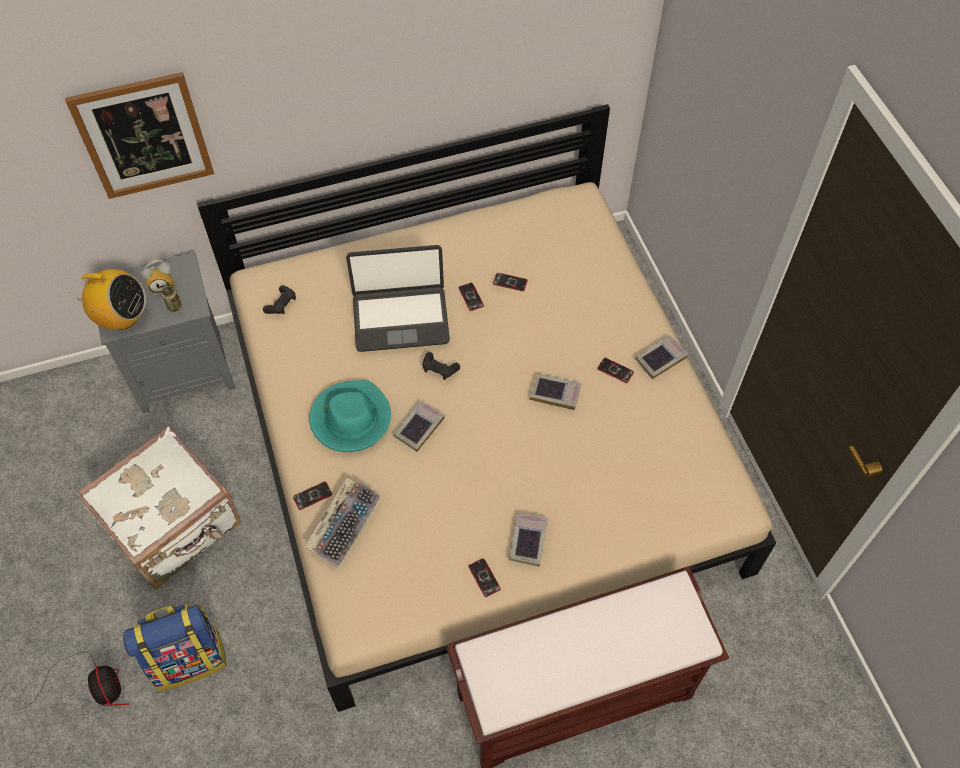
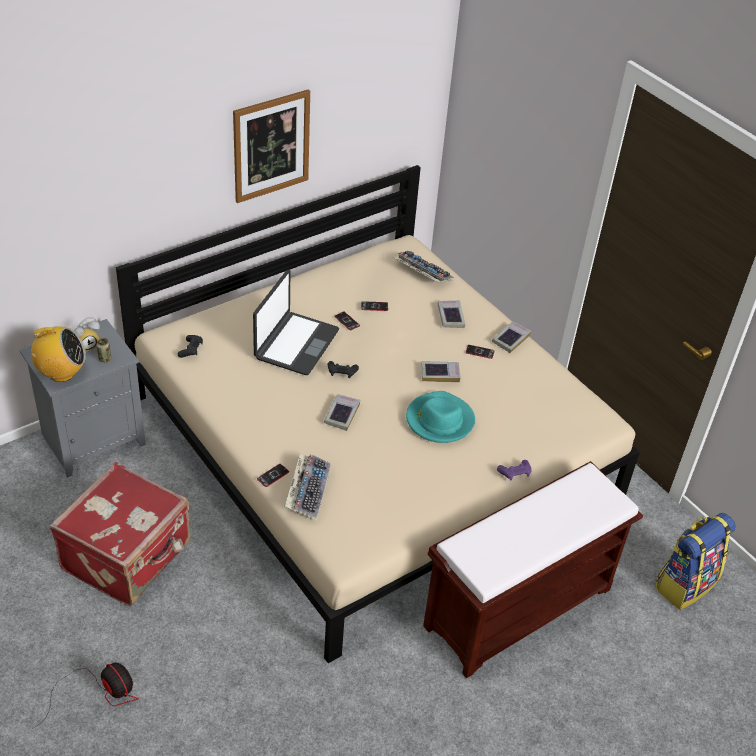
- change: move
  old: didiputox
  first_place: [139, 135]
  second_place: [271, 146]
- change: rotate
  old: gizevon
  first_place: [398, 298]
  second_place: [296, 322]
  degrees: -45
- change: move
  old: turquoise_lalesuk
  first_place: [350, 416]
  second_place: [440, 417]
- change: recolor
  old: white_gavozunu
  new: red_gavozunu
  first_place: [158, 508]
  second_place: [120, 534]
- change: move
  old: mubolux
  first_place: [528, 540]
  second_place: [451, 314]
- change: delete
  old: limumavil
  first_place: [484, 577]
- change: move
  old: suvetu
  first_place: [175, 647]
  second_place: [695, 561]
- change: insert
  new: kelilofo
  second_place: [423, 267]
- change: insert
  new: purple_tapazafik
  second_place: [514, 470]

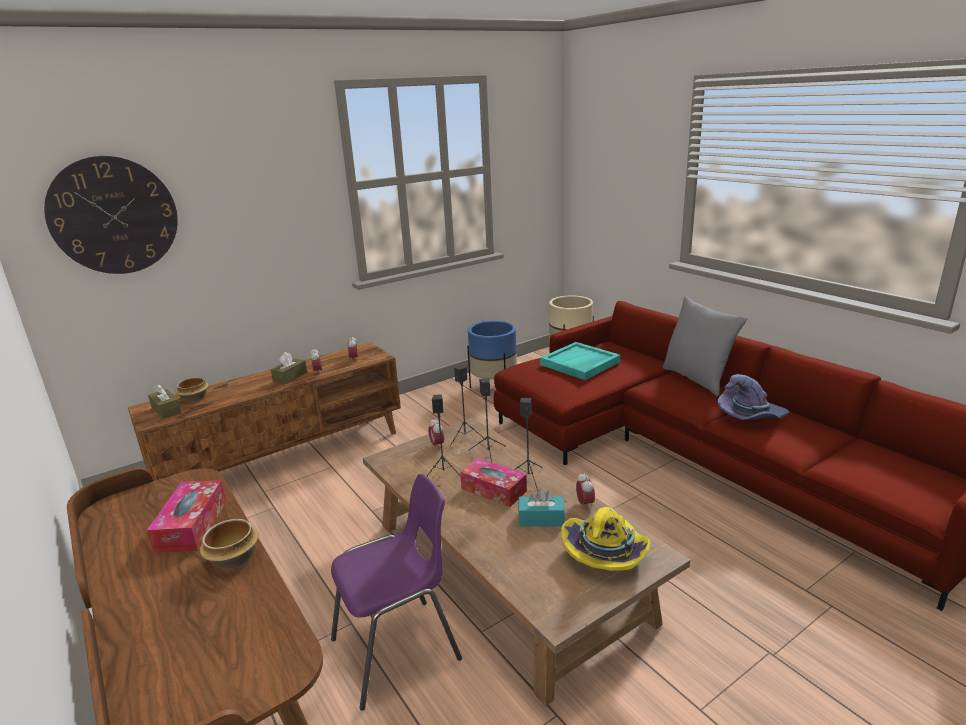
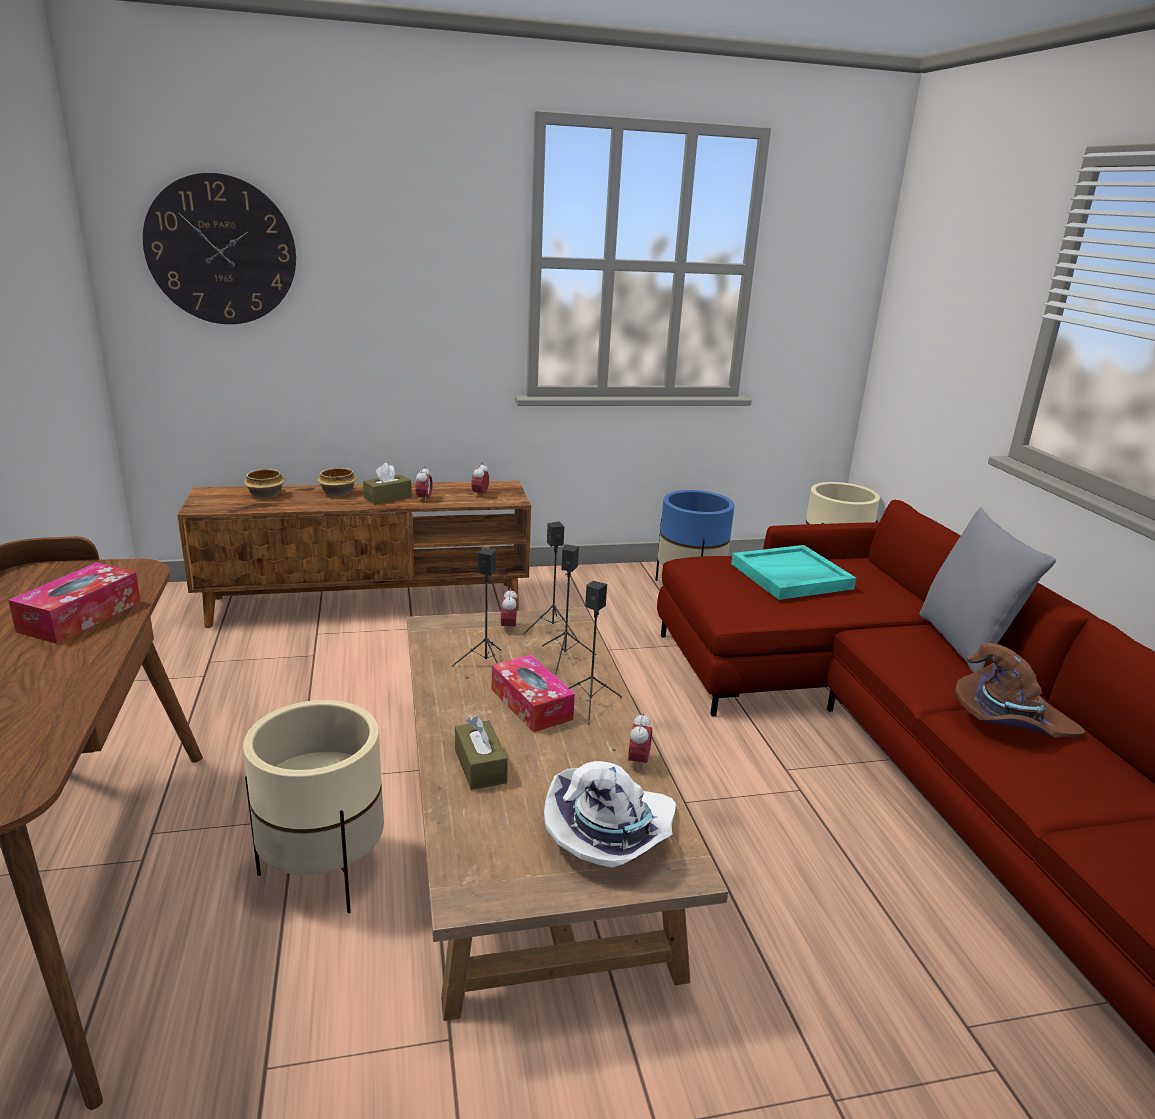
- change: recolor
  old: purple_lalesuk
  new: brown_lalesuk
  first_place: [753, 397]
  second_place: [1020, 690]
- change: move
  old: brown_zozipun
  first_place: [165, 401]
  second_place: [481, 753]
- change: replace
  old: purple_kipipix
  new: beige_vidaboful
  first_place: [396, 592]
  second_place: [313, 807]
- change: delete
  old: turquoise_zozipun
  first_place: [541, 507]
- change: recolor
  old: yellow_lalesuk
  new: white_lalesuk
  first_place: [605, 539]
  second_place: [610, 814]
- change: move
  old: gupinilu
  first_place: [229, 544]
  second_place: [337, 482]

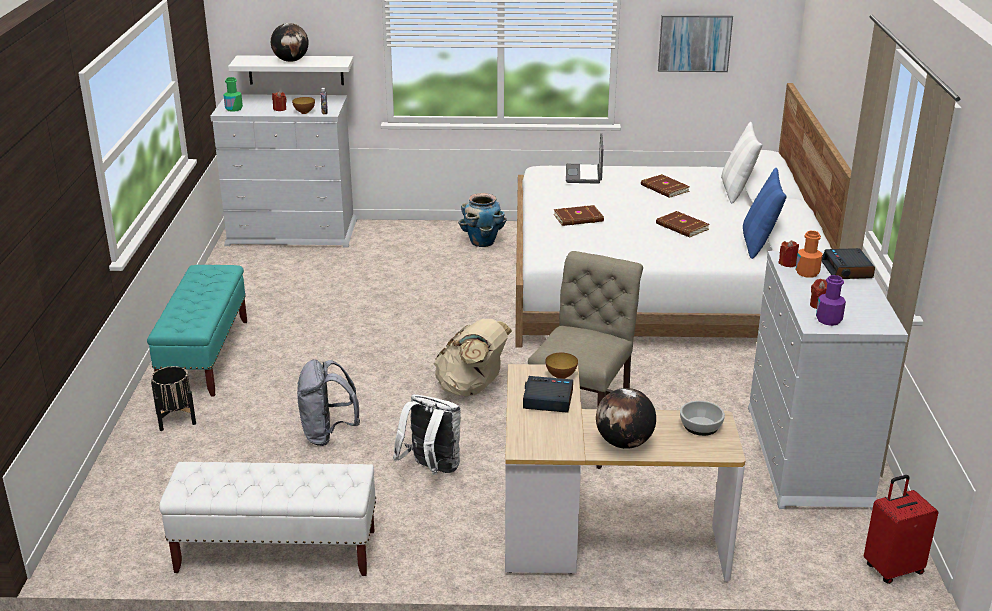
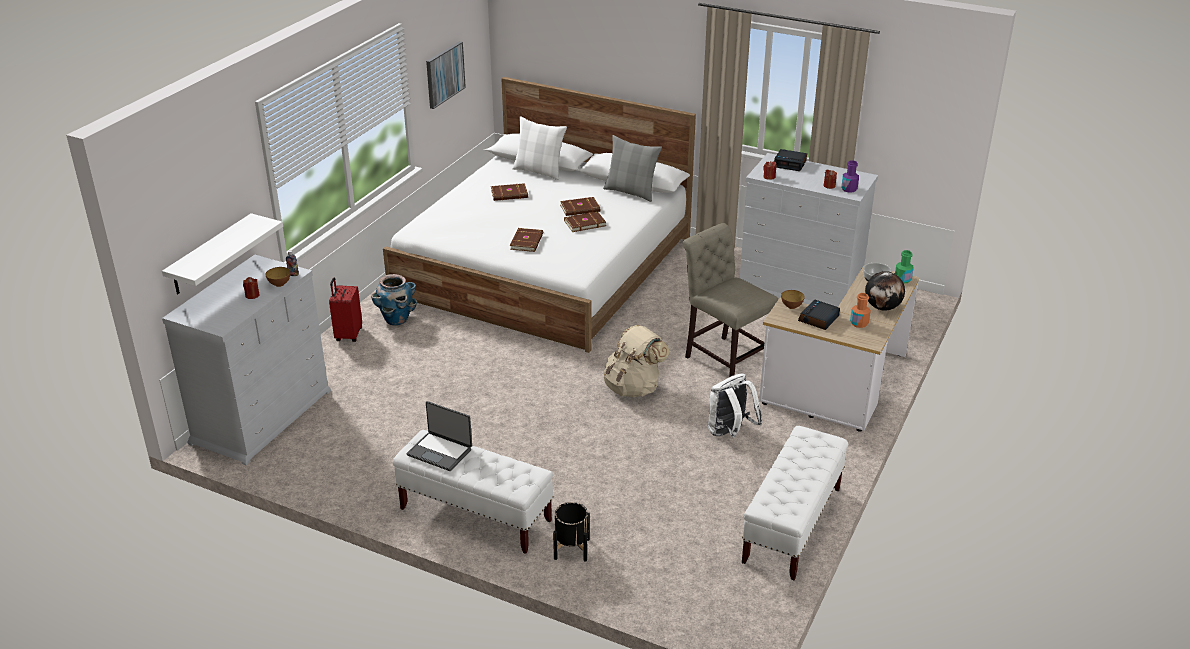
- change: delete
  old: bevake
  first_place: [290, 42]
- change: move
  old: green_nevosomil
  first_place: [233, 94]
  second_place: [904, 266]
- change: move
  old: gizevon
  first_place: [584, 158]
  second_place: [439, 436]
- change: recolor
  old: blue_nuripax
  new: grey_nuripax
  first_place: [765, 213]
  second_place: [632, 168]
- change: move
  old: orange_nevosomil
  first_place: [809, 254]
  second_place: [860, 310]
- change: recolor
  old: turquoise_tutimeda
  new: white_tutimeda
  first_place: [197, 331]
  second_place: [473, 492]
- change: delete
  old: grey_suvetu
  first_place: [328, 402]
- change: move
  old: red_gavozunu
  first_place: [901, 529]
  second_place: [345, 310]
- change: insert
  new: brown_mubolux
  second_place: [585, 221]

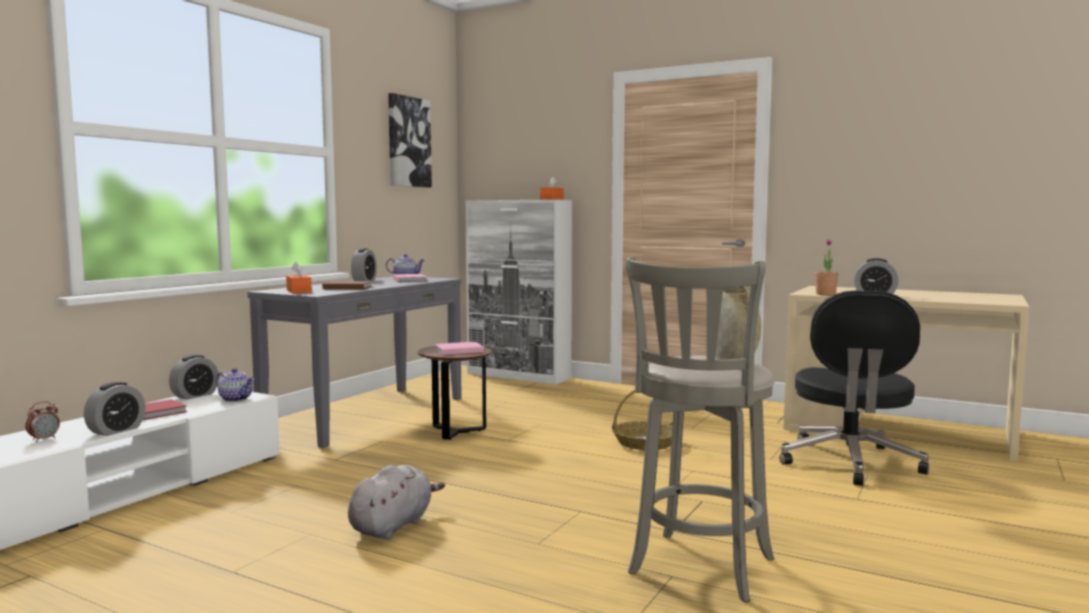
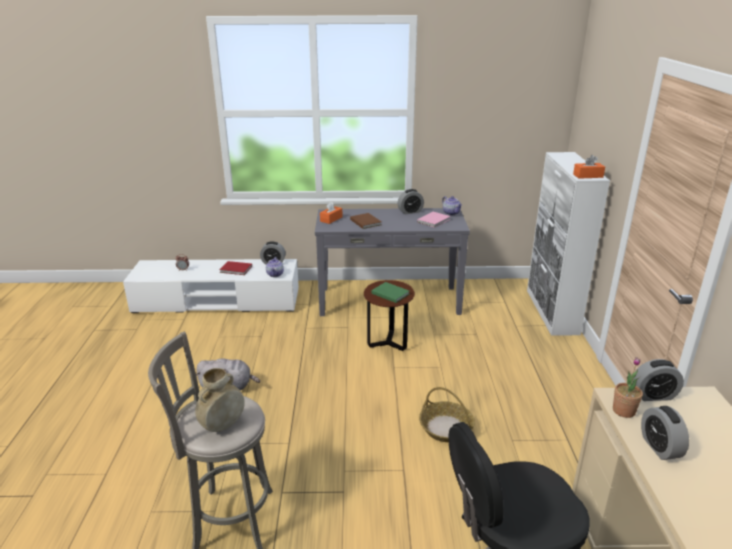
- change: delete
  old: didiputox
  first_place: [410, 140]
- change: recolor
  old: pink_mubolux
  new: green_mubolux
  first_place: [459, 348]
  second_place: [390, 292]
- change: move
  old: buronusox
  first_place: [115, 409]
  second_place: [658, 380]

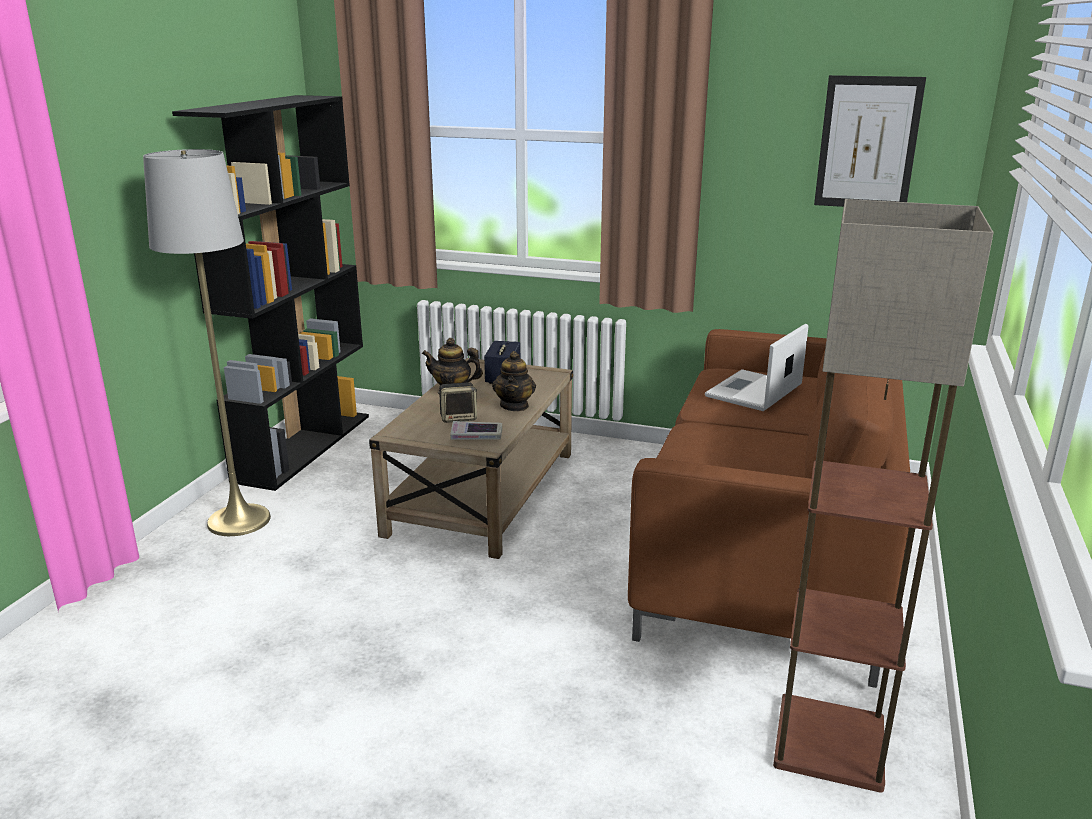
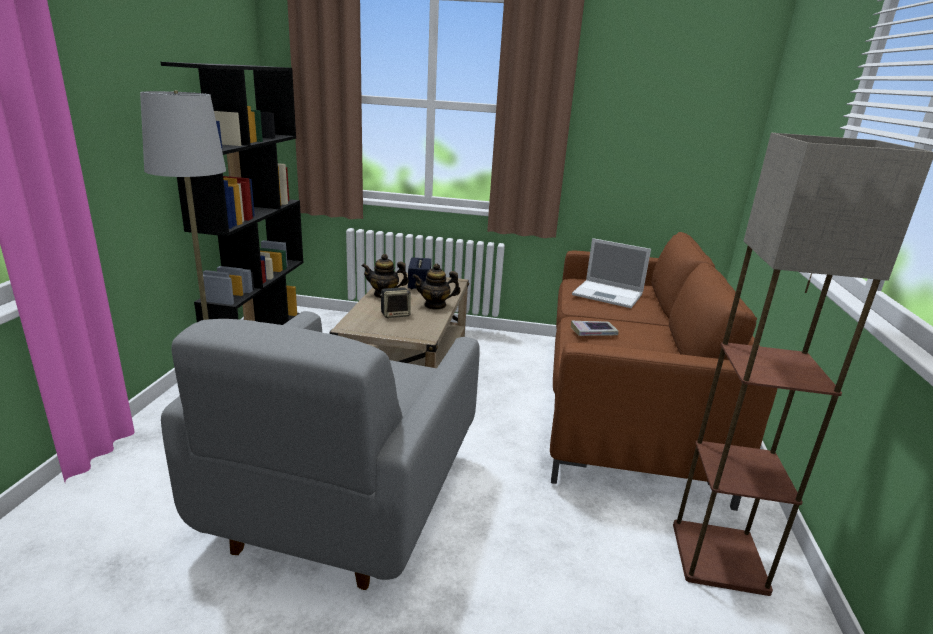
- change: delete
  old: didiputox
  first_place: [870, 141]
- change: rotate
  old: gizevon
  first_place: [757, 367]
  second_place: [611, 273]
  degrees: -90
- change: rotate
  old: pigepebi
  first_place: [514, 381]
  second_place: [436, 287]
  degrees: 90
- change: move
  old: mubolux
  first_place: [476, 430]
  second_place: [595, 328]
- change: insert
  new: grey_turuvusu
  second_place: [320, 450]

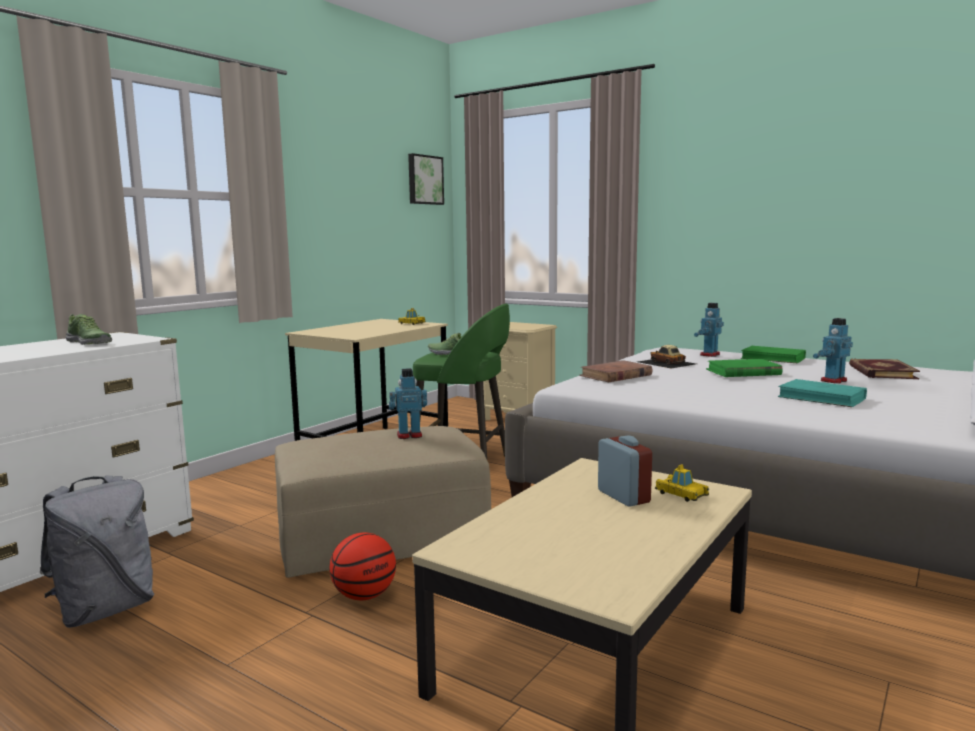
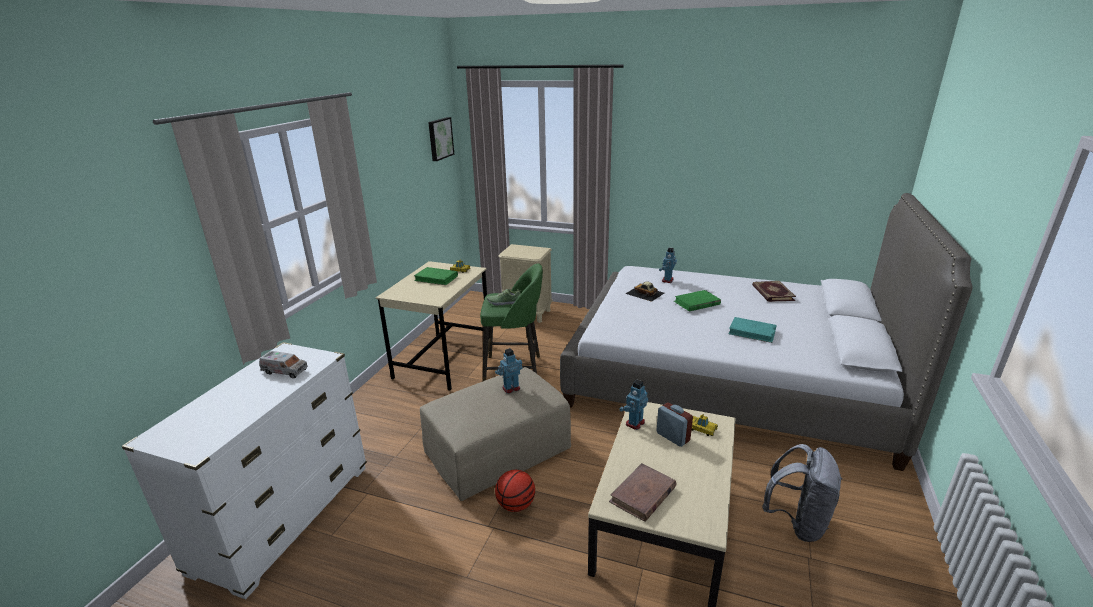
- change: replace
  old: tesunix
  new: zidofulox
  first_place: [88, 329]
  second_place: [283, 364]
- change: move
  old: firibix
  first_place: [833, 351]
  second_place: [633, 405]
- change: move
  old: green_mubolux
  first_place: [773, 354]
  second_place: [436, 276]
- change: move
  old: brown_mubolux
  first_place: [615, 371]
  second_place: [643, 492]
- change: move
  old: grey_suvetu
  first_place: [97, 551]
  second_place: [802, 493]

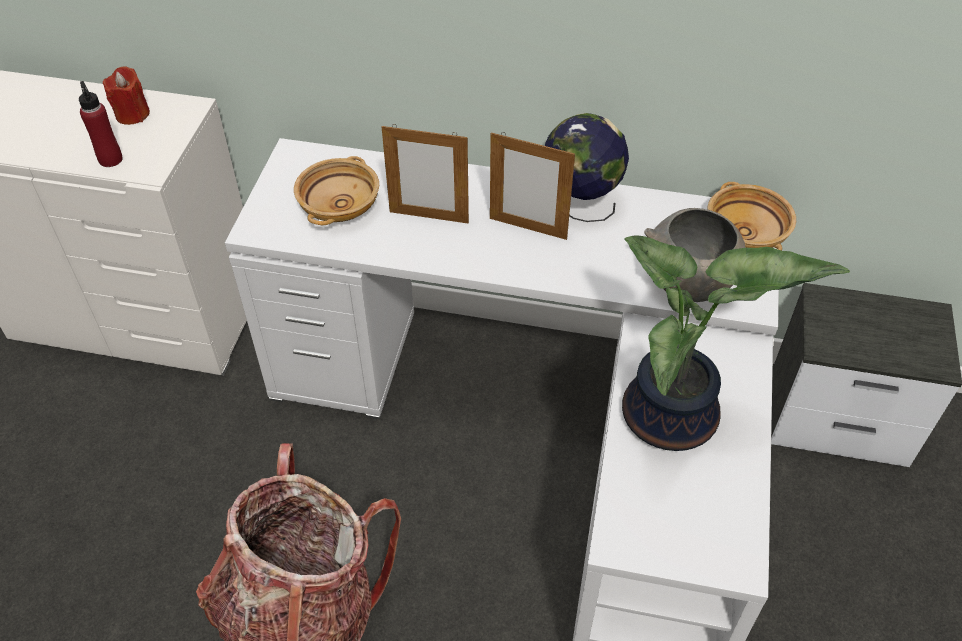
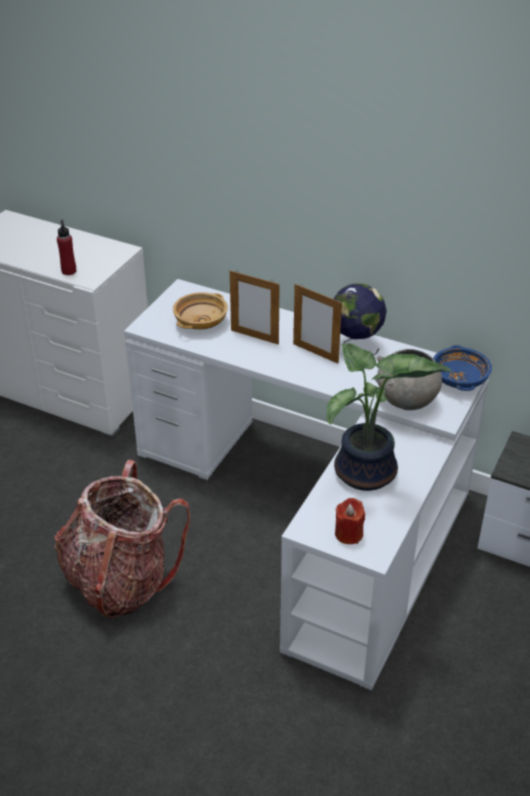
- change: move
  old: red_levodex
  first_place: [126, 95]
  second_place: [350, 521]
- change: recolor
  old: beige_gupinilu
  new: blue_gupinilu
  first_place: [751, 216]
  second_place: [462, 368]

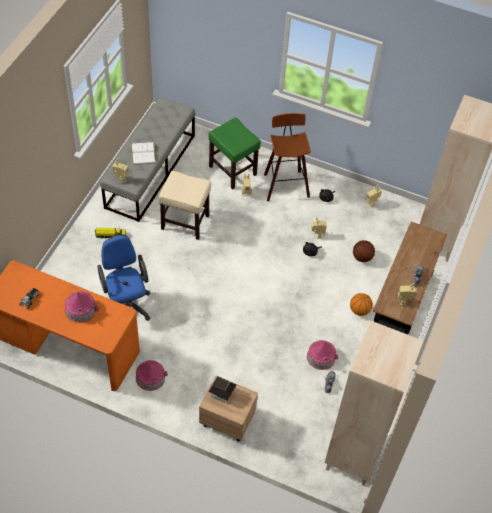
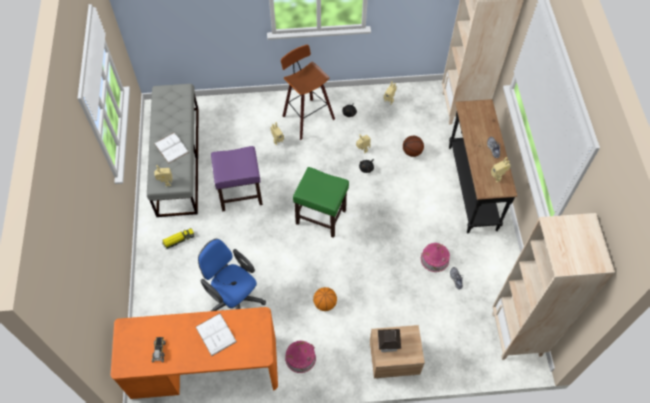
- change: move
  old: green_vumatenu
  first_place: [234, 153]
  second_place: [321, 202]
- change: recolor
  old: beige_vumatenu
  new: purple_vumatenu
  first_place: [185, 205]
  second_place: [237, 178]
- change: replace
  old: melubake
  new: white_mubolux
  first_place: [82, 307]
  second_place: [216, 334]
- change: move
  old: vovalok
  first_place: [361, 304]
  second_place: [325, 299]

